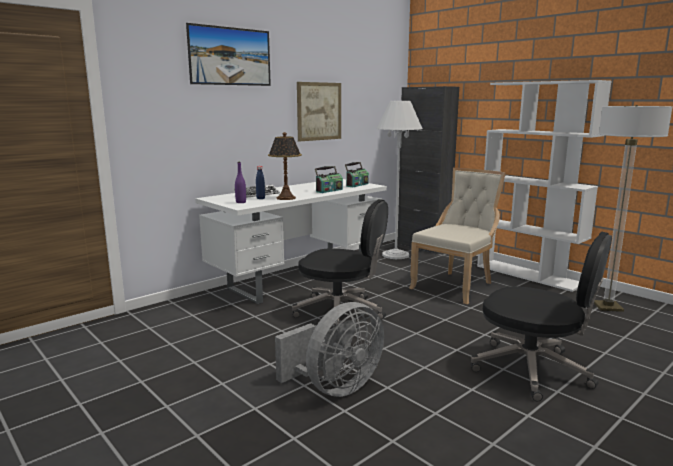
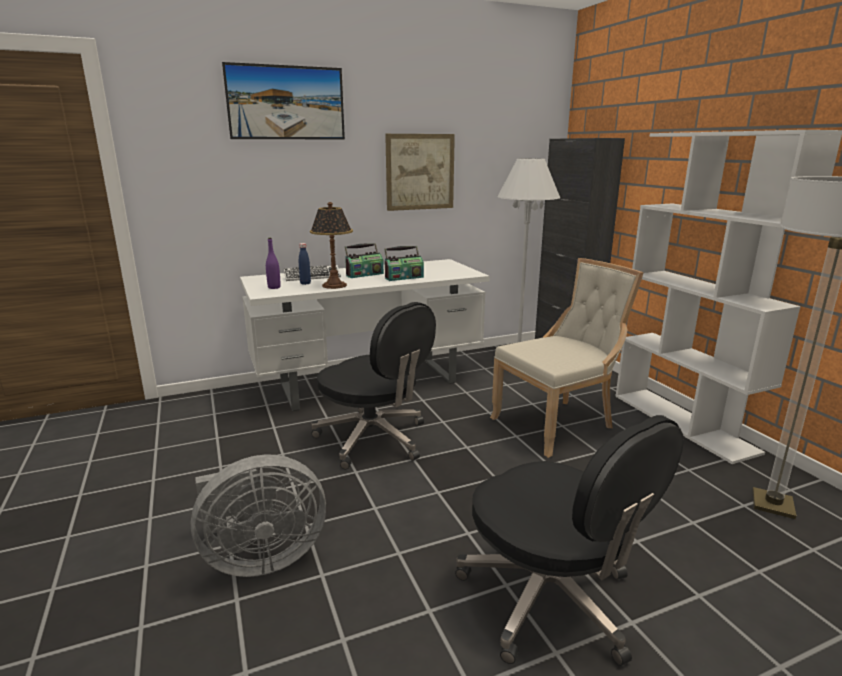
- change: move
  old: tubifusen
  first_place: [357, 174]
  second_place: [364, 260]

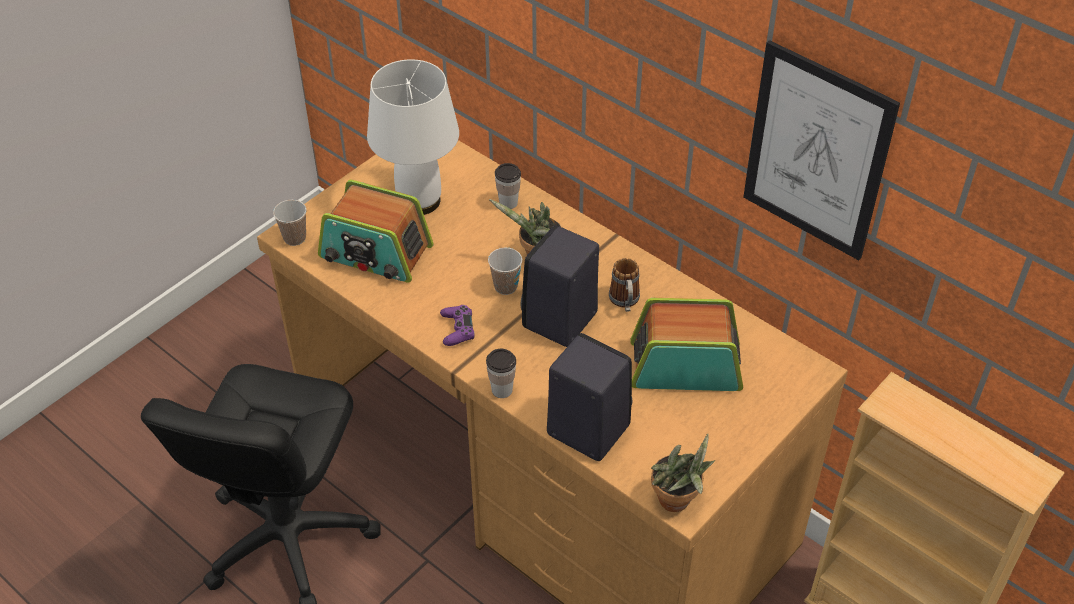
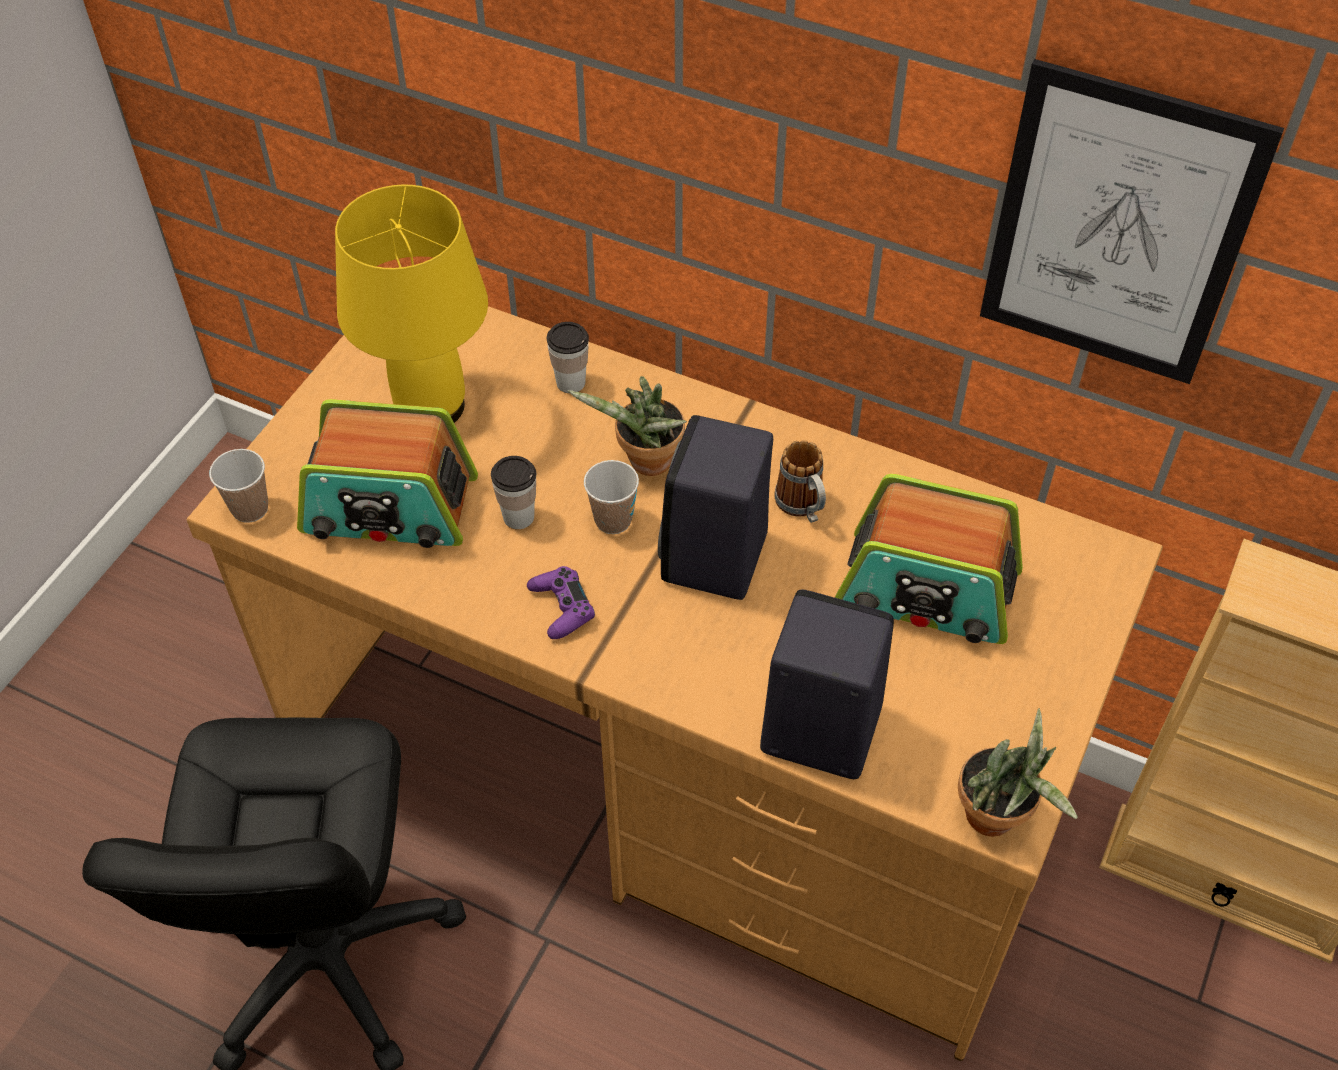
- change: recolor
  old: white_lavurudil
  new: yellow_lavurudil
  first_place: [413, 137]
  second_place: [411, 304]
- change: rotate
  old: tubifusen
  first_place: [686, 344]
  second_place: [929, 559]
  degrees: -150
- change: move
  old: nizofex
  first_place: [501, 373]
  second_place: [513, 492]

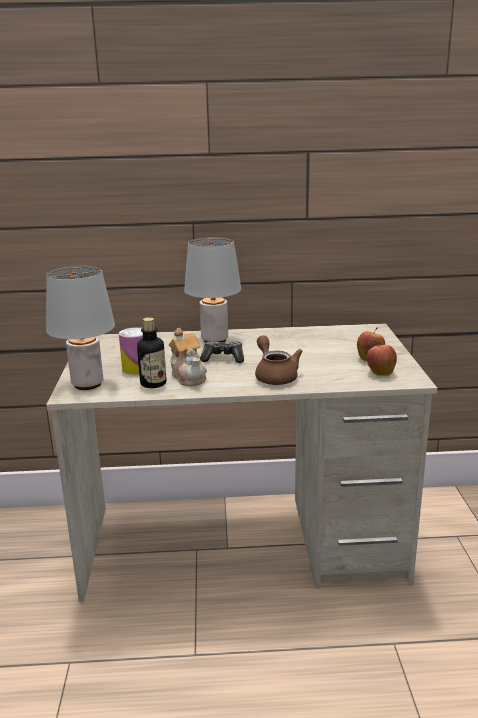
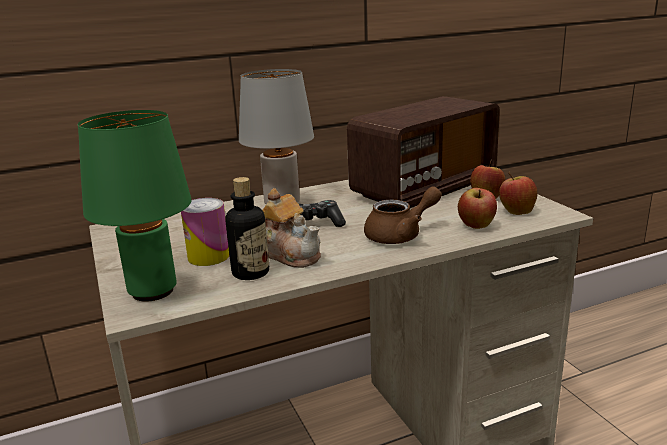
- change: recolor
  old: grey_lavurudil
  new: green_lavurudil
  first_place: [80, 328]
  second_place: [134, 205]
- change: rotate
  old: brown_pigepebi
  first_place: [279, 360]
  second_place: [403, 215]
  degrees: 105
- change: insert
  new: tubifusen
  second_place: [423, 152]
- change: insert
  new: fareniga
  second_place: [477, 208]

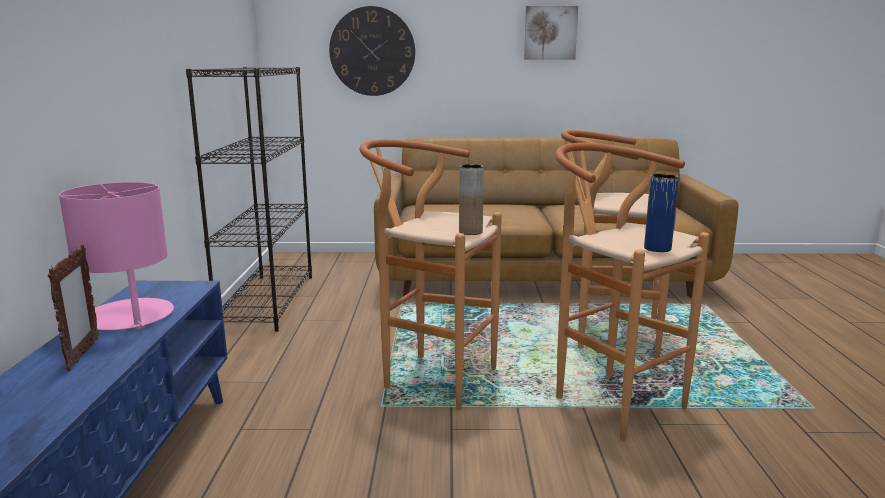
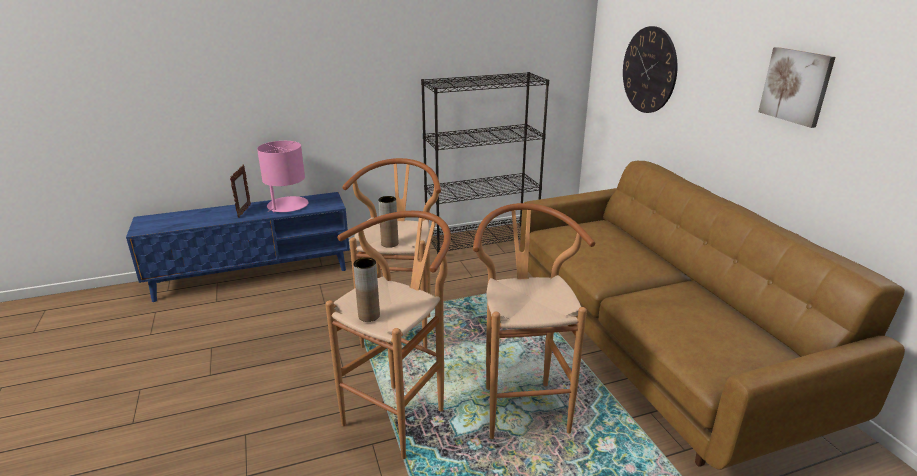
- change: recolor
  old: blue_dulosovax
  new: brown_dulosovax
  first_place: [661, 213]
  second_place: [366, 290]
- change: rotate
  old: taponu
  first_place: [73, 308]
  second_place: [240, 191]
  degrees: -60

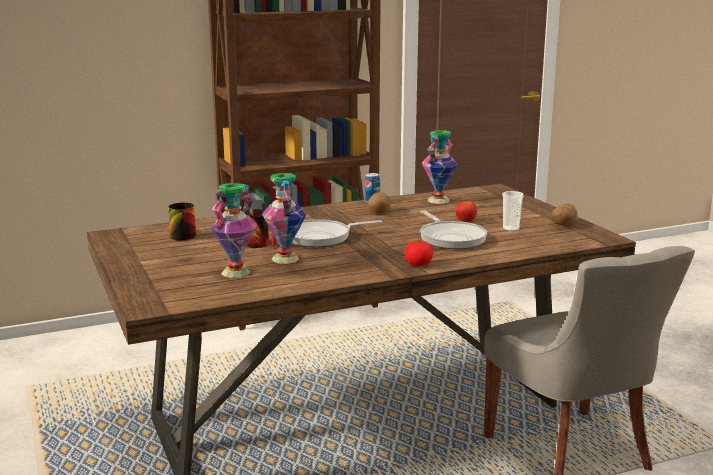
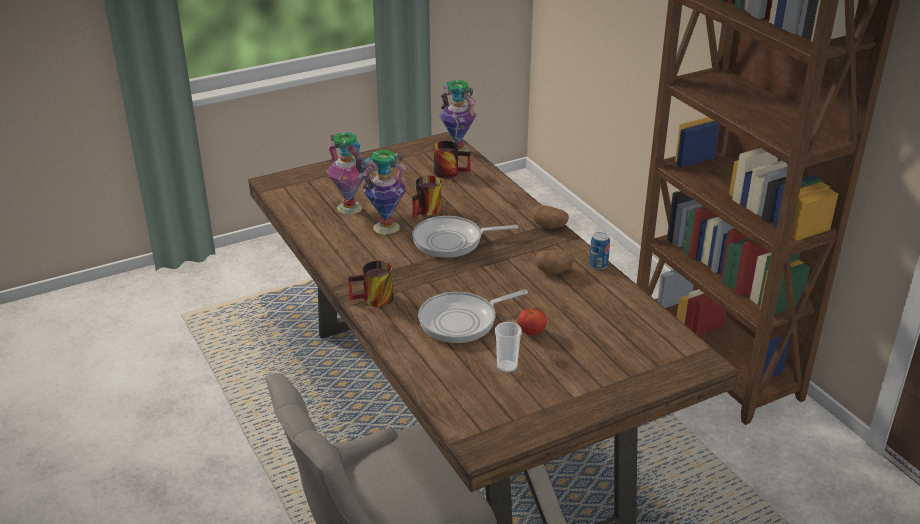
- change: move
  old: dulosovax
  first_place: [439, 167]
  second_place: [458, 116]
- change: move
  old: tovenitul
  first_place: [564, 215]
  second_place: [550, 217]
- change: rotate
  old: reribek
  first_place: [337, 233]
  second_place: [465, 237]
  degrees: -75
- change: replace
  old: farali
  new: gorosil
  first_place: [419, 253]
  second_place: [370, 284]

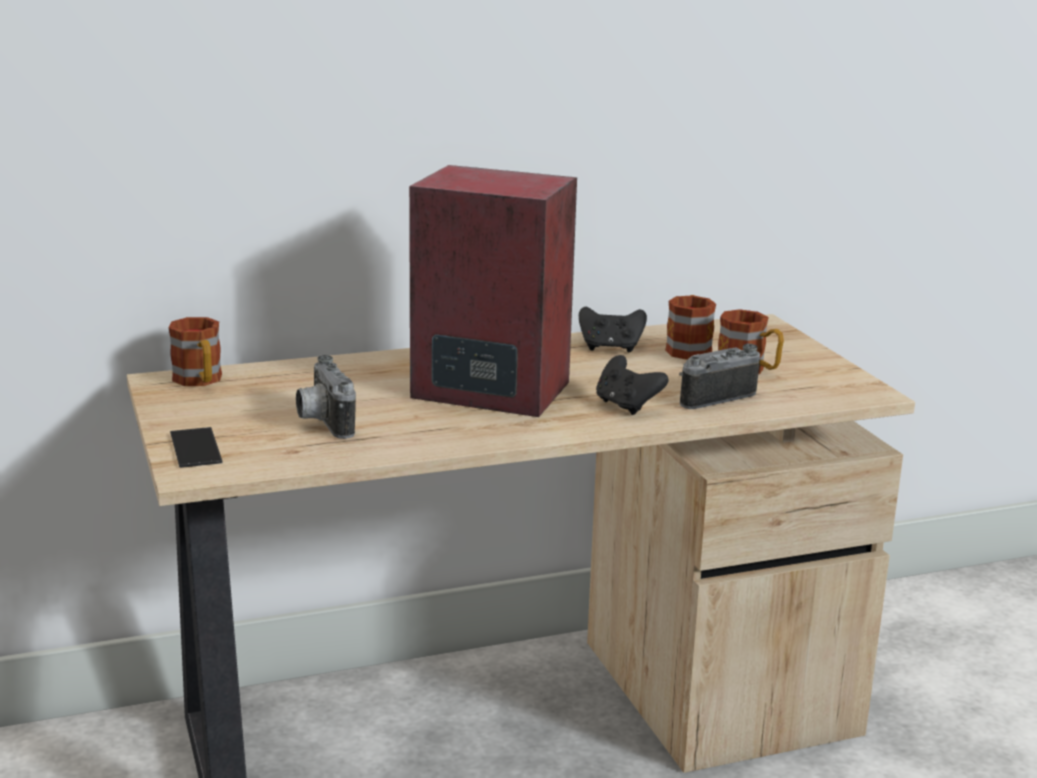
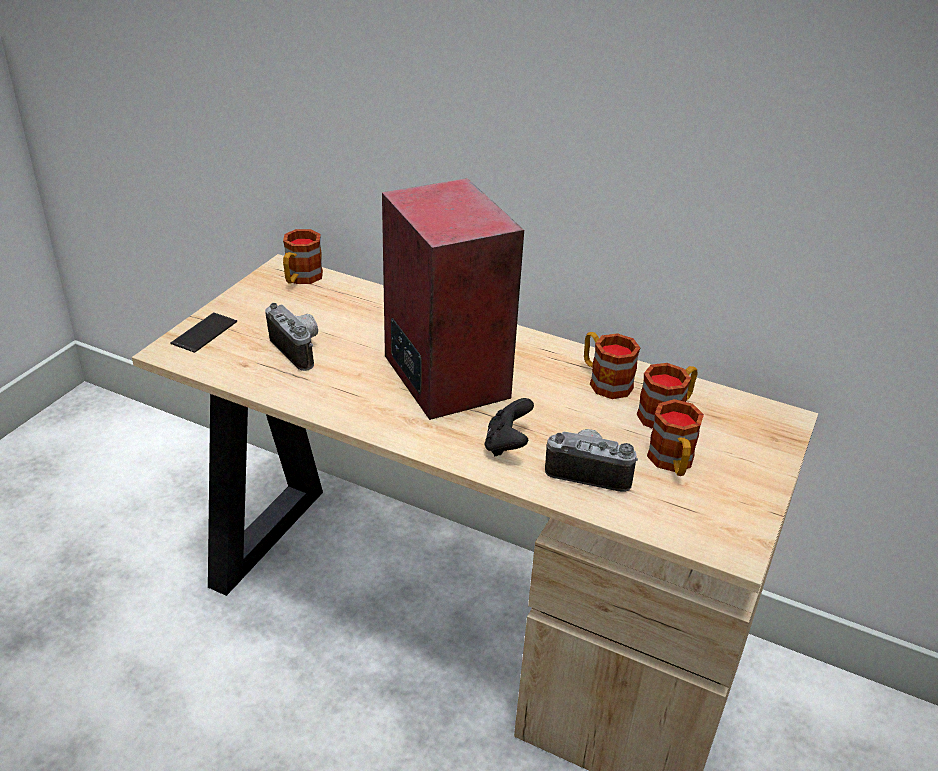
- change: replace
  old: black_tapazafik
  new: gorosil
  first_place: [613, 329]
  second_place: [612, 365]
- change: rotate
  old: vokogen
  first_place: [326, 397]
  second_place: [291, 337]
  degrees: 120

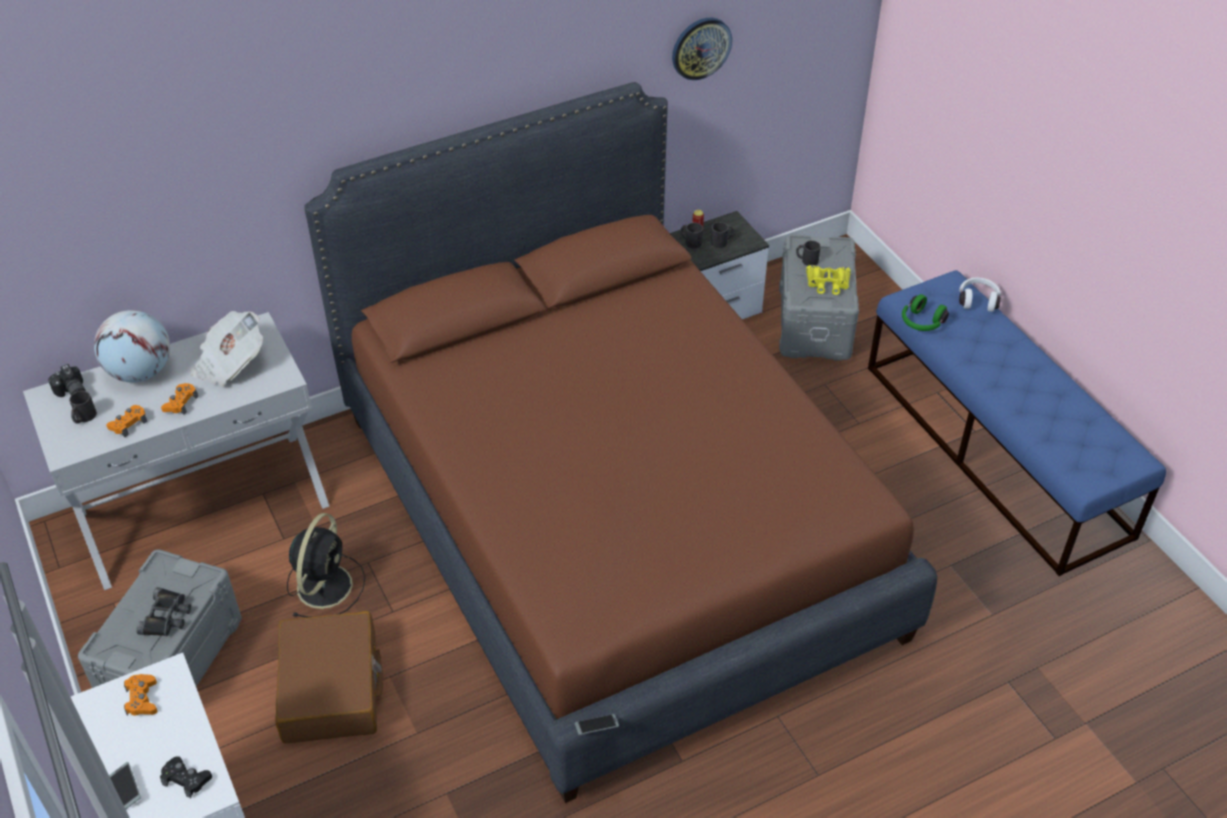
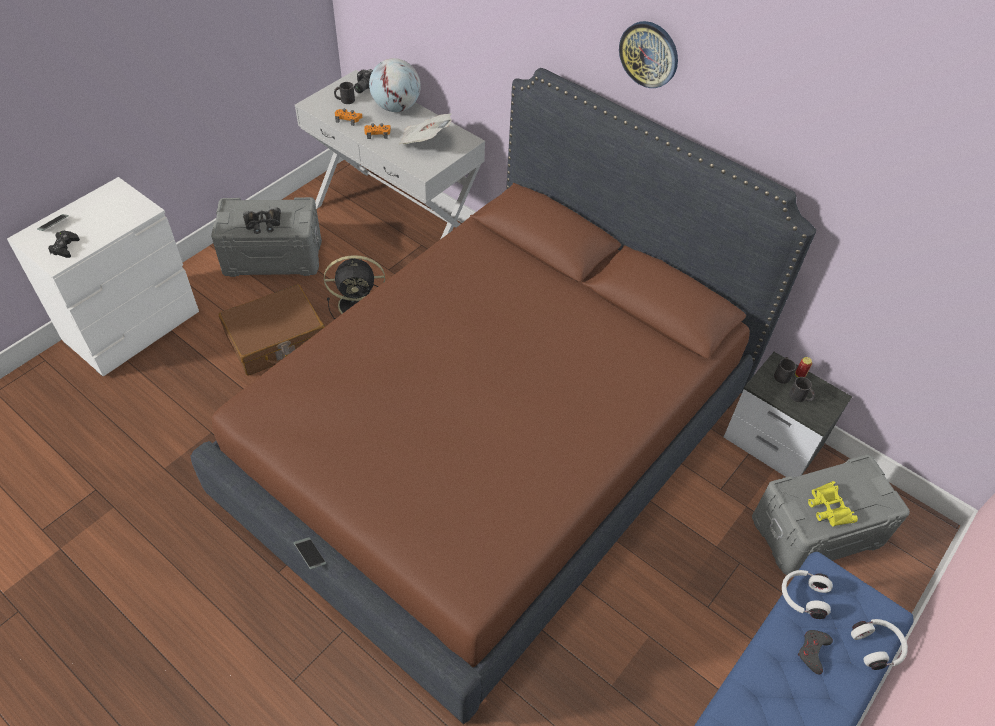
- change: move
  old: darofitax
  first_place: [702, 49]
  second_place: [648, 54]
- change: delete
  old: black_gorosil
  first_place: [808, 253]
- change: recolor
  old: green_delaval
  new: white_delaval
  first_place: [925, 312]
  second_place: [807, 594]
- change: delete
  old: orange_tapazafik
  first_place: [140, 695]
- change: move
  old: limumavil
  first_place: [597, 724]
  second_place: [310, 553]
- change: insert
  new: grey_tapazafik
  second_place: [815, 652]

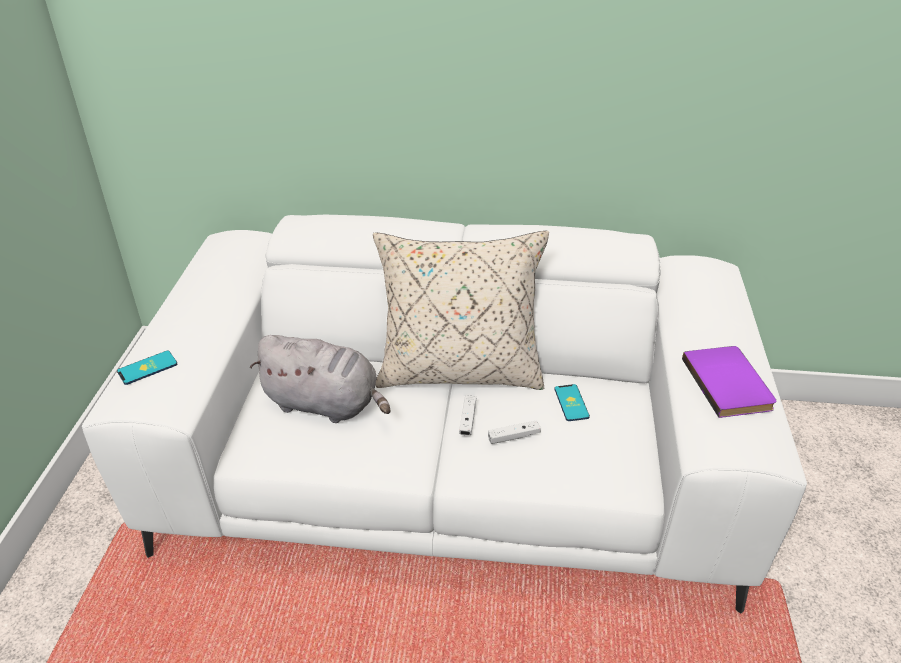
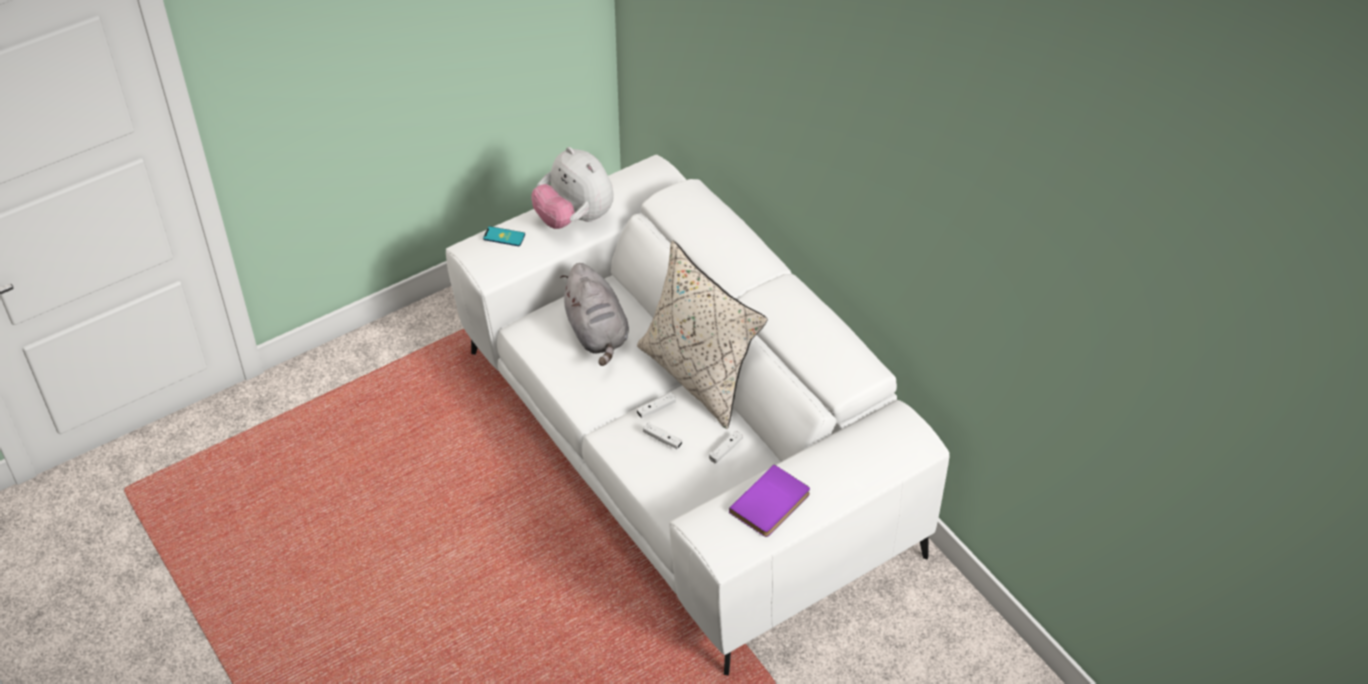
- change: replace
  old: limumavil
  new: white_tapazafik
  first_place: [572, 402]
  second_place: [726, 447]
- change: insert
  new: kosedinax
  second_place: [572, 188]

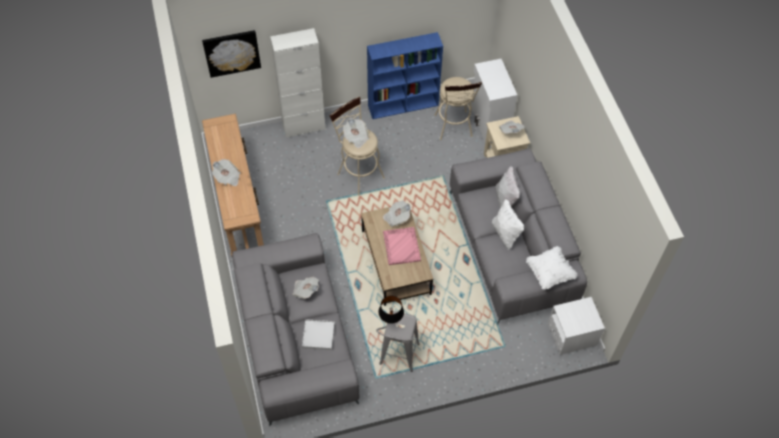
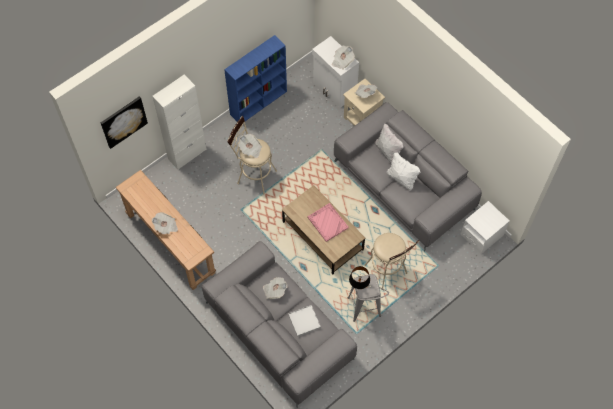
- change: move
  old: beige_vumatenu
  first_place: [458, 108]
  second_place: [391, 261]
- change: move
  old: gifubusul
  first_place: [397, 213]
  second_place: [343, 57]
- change: delete
  old: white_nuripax
  first_place: [551, 267]

